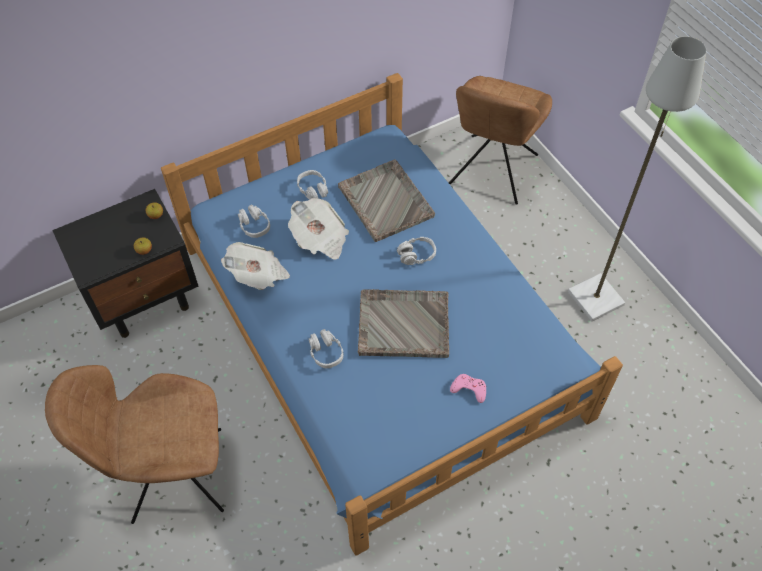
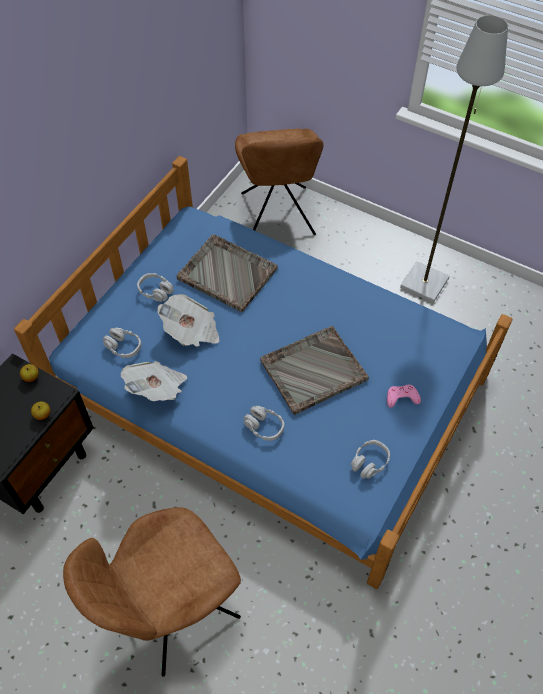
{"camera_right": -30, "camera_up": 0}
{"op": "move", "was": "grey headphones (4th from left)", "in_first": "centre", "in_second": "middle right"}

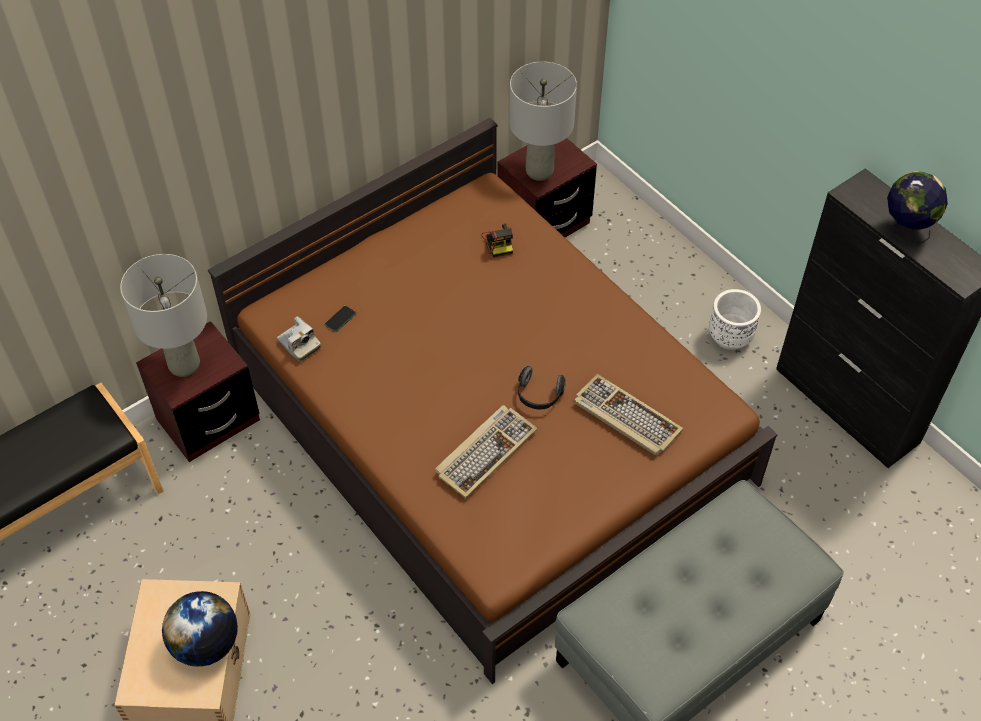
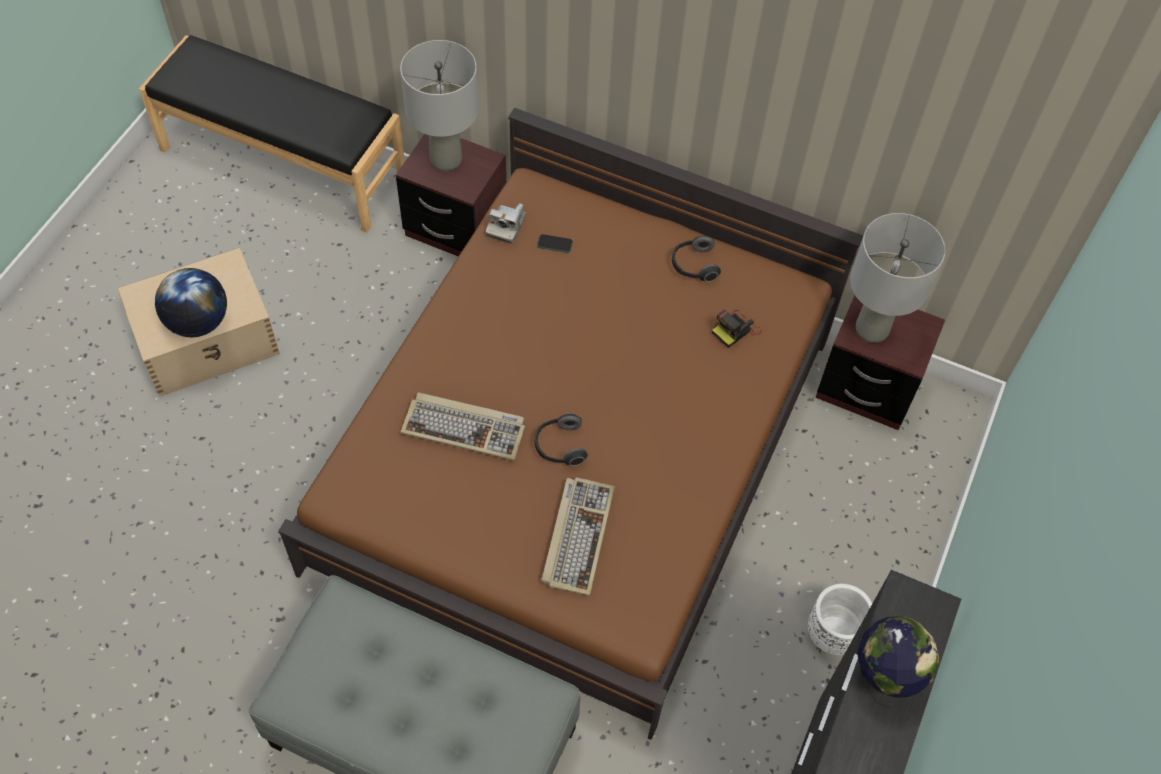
{"camera_right": 60, "camera_up": 5}
{"op": "insert", "now": "headphones (2nd from left)", "in_second": "centre"}

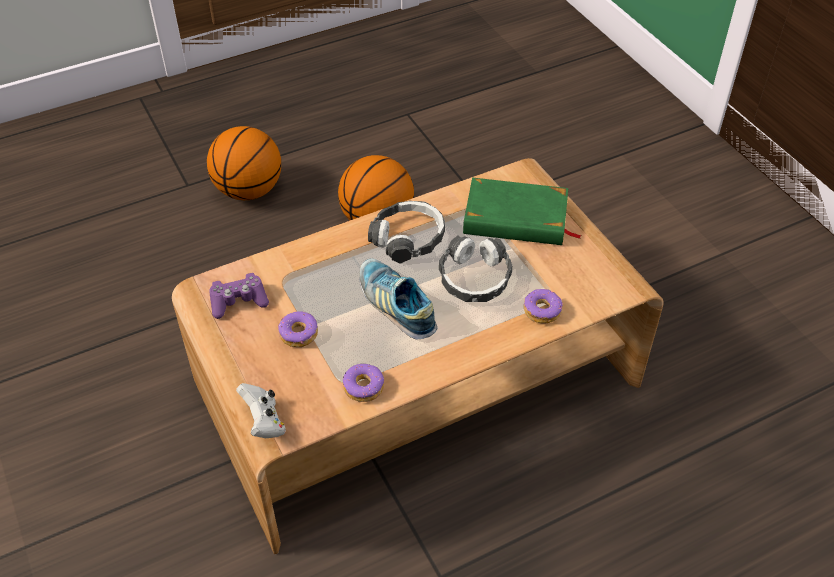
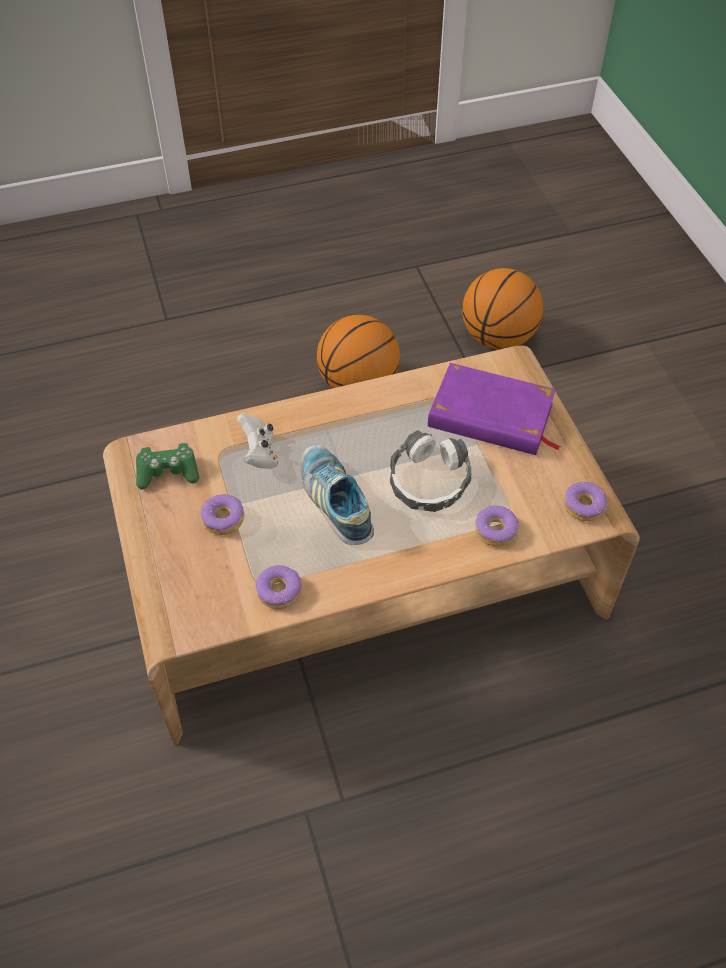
{"camera_right": 10, "camera_up": 5}
{"op": "move", "was": "basketball (1st from left in the first image)", "now": "basketball (2nd from left)", "in_first": "top left", "in_second": "top right"}
{"op": "recolor", "was": "green-coloured book", "now": "purple-coloured book", "in_first": "centre", "in_second": "middle right"}
{"op": "delete", "was": "headphones (1st from left)", "in_first": "centre"}
{"op": "recolor", "was": "purple-coloured gamepad", "now": "green-coloured gamepad", "in_first": "middle left", "in_second": "middle left"}
{"op": "move", "was": "white-coloured gamepad", "in_first": "bottom left", "in_second": "centre"}
{"op": "insert", "now": "ring doughnut (4th from left)", "in_second": "middle right"}

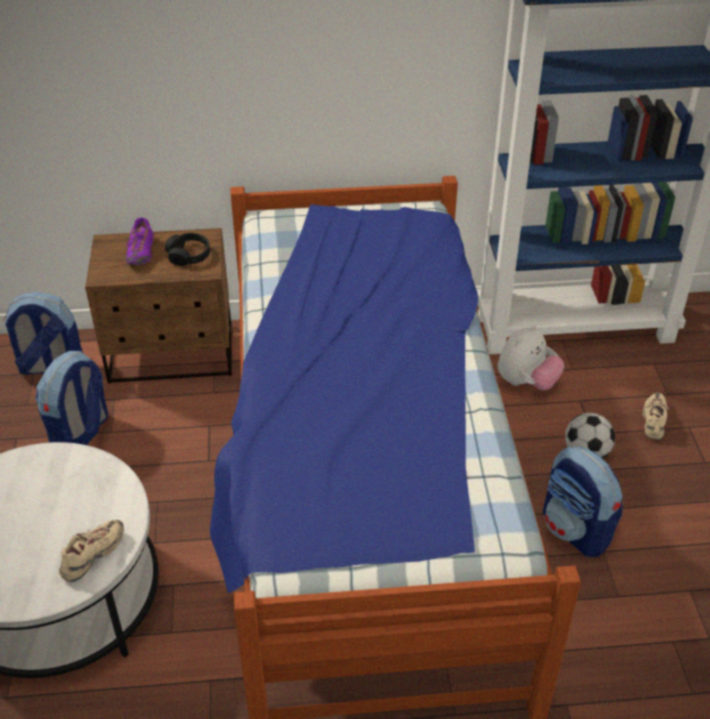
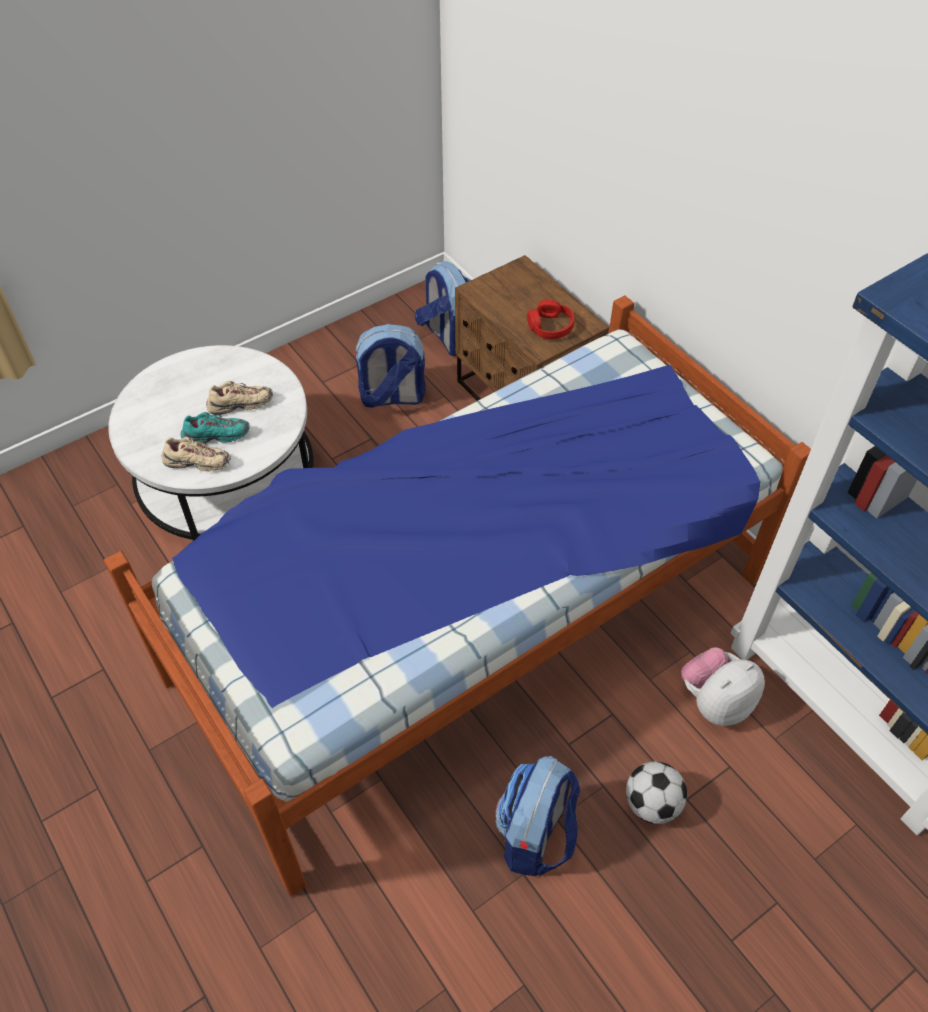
{"camera_right": 60, "camera_up": 10}
{"op": "delete", "was": "purple-coloured low shoe", "in_first": "middle left"}
{"op": "recolor", "was": "black headphones", "now": "reddish headphones", "in_first": "middle left", "in_second": "top centre"}
{"op": "rotate", "was": "soft toy", "in_first": "middle right", "in_second": "bottom right", "clockwise": 135}
{"op": "move", "was": "beige low shoe (2nd from left)", "in_first": "middle right", "in_second": "middle left"}
{"op": "insert", "now": "blue-green low shoe", "in_second": "middle left"}

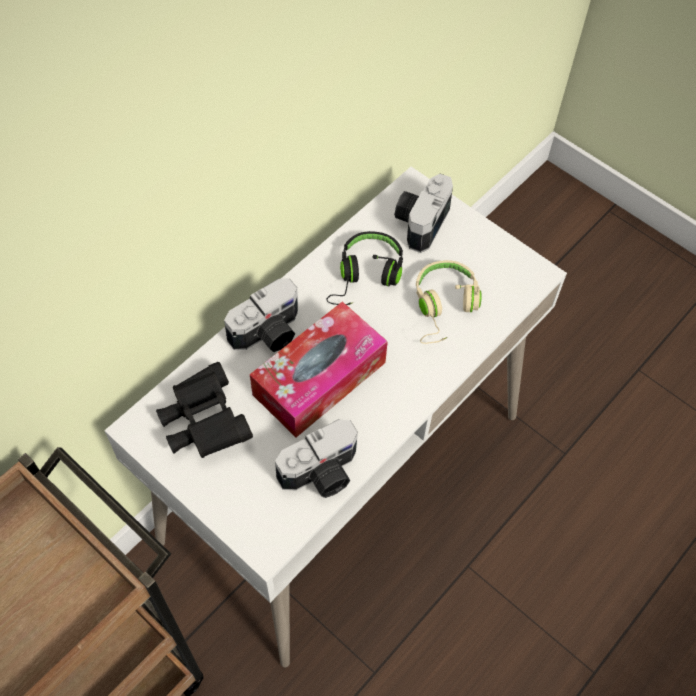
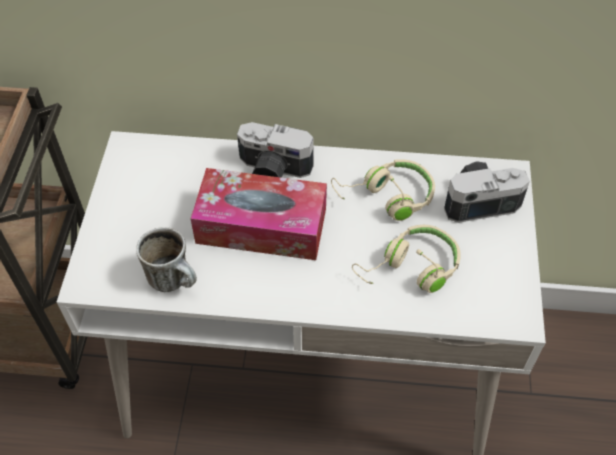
{"camera_right": 55, "camera_up": -5}
{"op": "recolor", "was": "black headphones", "now": "beige headphones (1st from left)", "in_first": "centre", "in_second": "centre"}
{"op": "delete", "was": "black binoculars", "in_first": "middle left"}
{"op": "replace", "was": "photo camera (2nd from left)", "now": "coffee mug", "in_first": "centre", "in_second": "middle left"}

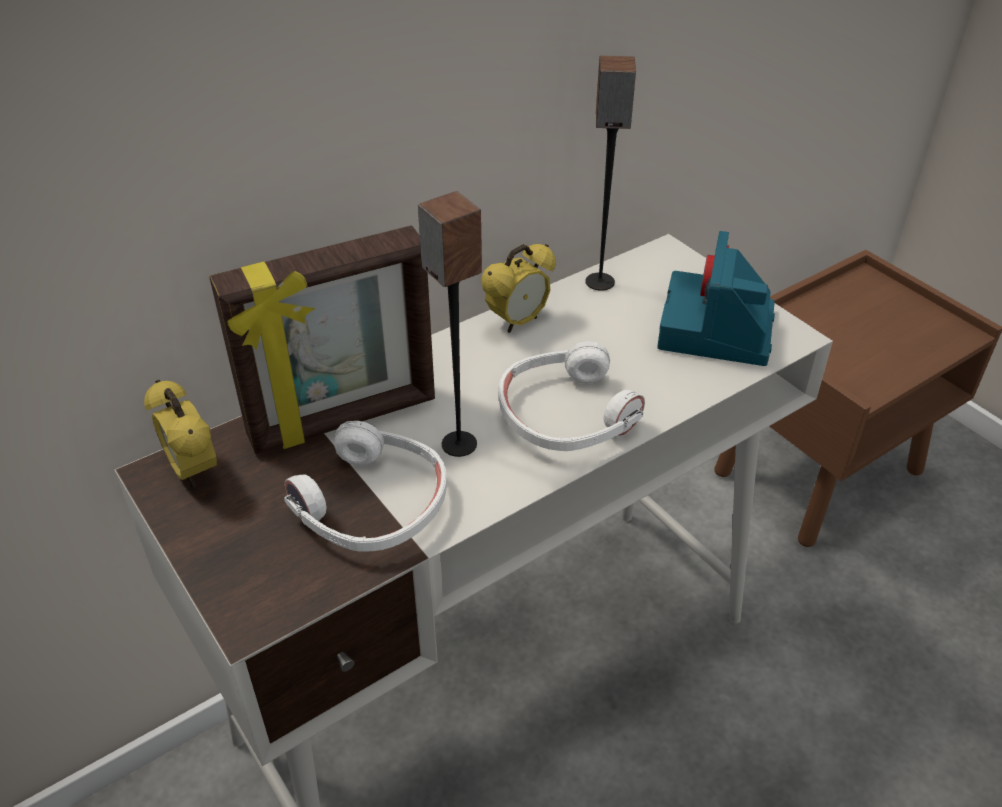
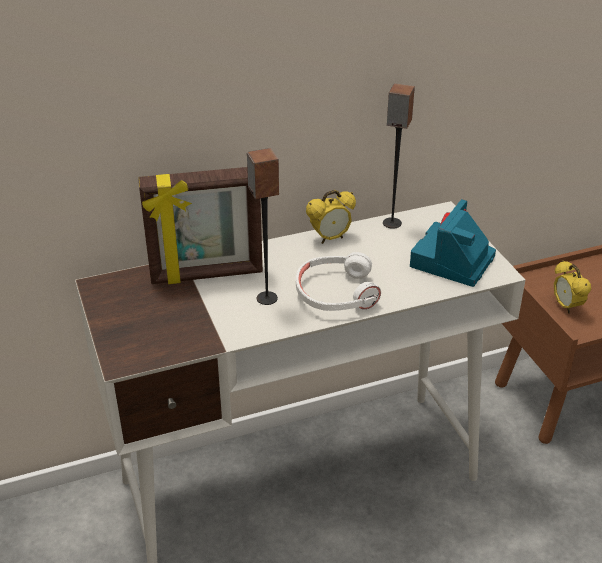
{"camera_right": 15, "camera_up": -5}
{"op": "move", "was": "table clock (1st from left in the first image)", "now": "table clock (2nd from left)", "in_first": "middle left", "in_second": "middle right"}
{"op": "delete", "was": "white-coloured headphones (1st from left)", "in_first": "centre"}

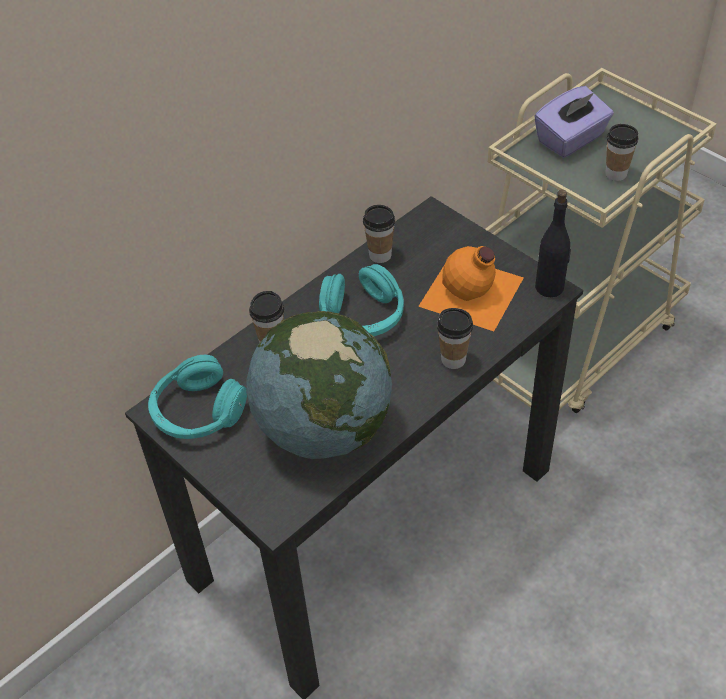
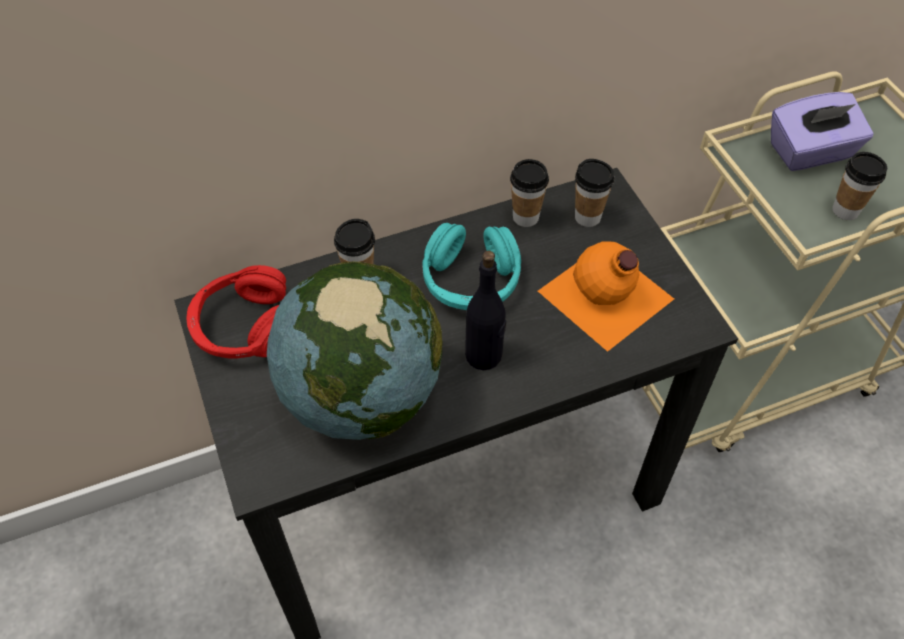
{"camera_right": 20, "camera_up": 5}
{"op": "move", "was": "black beverage bottle", "in_first": "middle right", "in_second": "centre"}
{"op": "move", "was": "cup (3rd from left)", "in_first": "centre", "in_second": "top centre"}
{"op": "recolor", "was": "blue-green headphones (1st from left)", "now": "reddish headphones", "in_first": "middle left", "in_second": "middle left"}

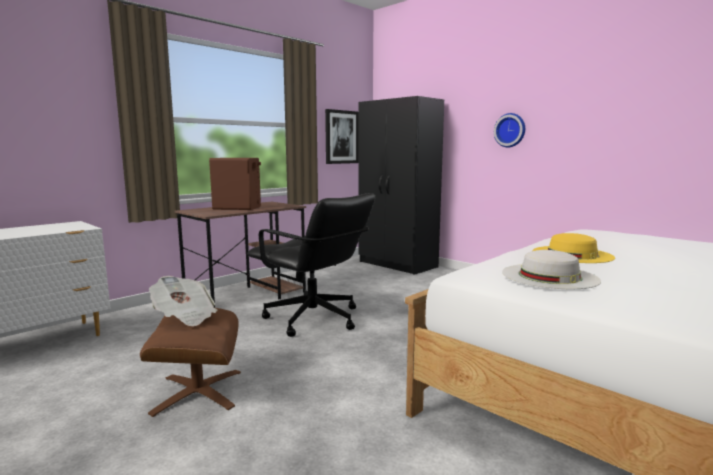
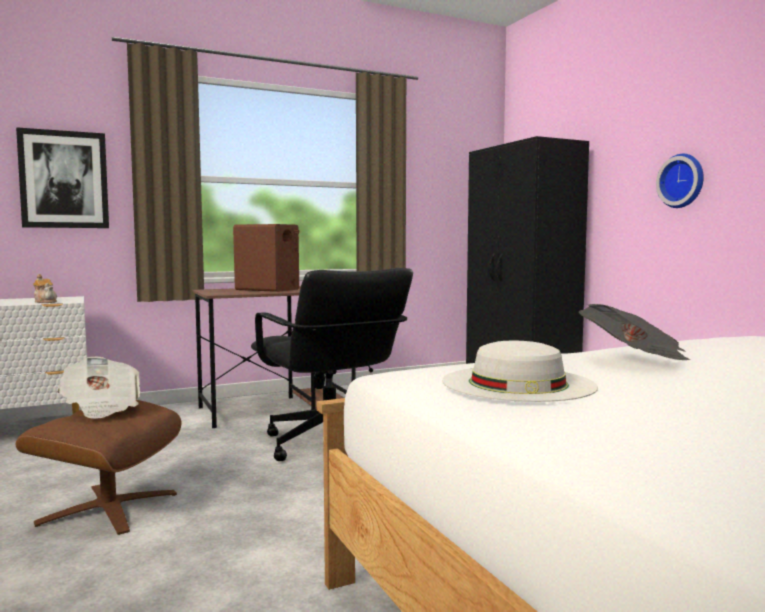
{"camera_right": 20, "camera_up": -5}
{"op": "move", "was": "wall art", "in_first": "top centre", "in_second": "top left"}
{"op": "replace", "was": "yellow-coloured hat", "now": "printed paper (2nd from left)", "in_first": "middle right", "in_second": "middle right"}
{"op": "insert", "now": "pot for tea", "in_second": "middle left"}

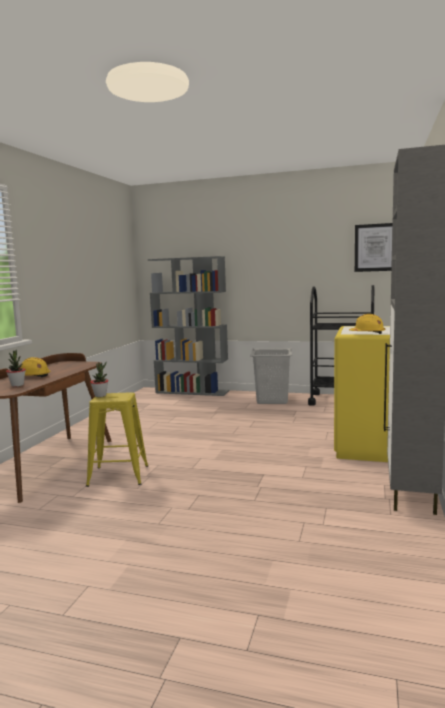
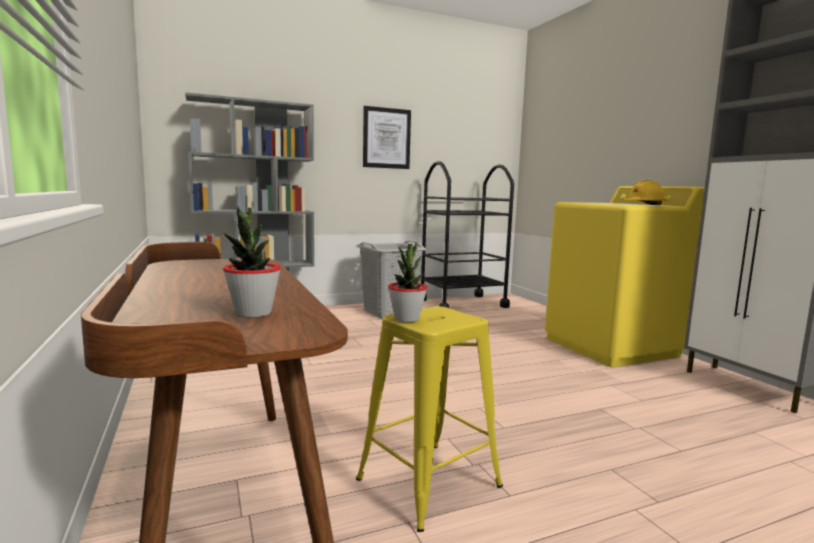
{"camera_right": -40, "camera_up": 0}
{"op": "move", "was": "wall art", "in_first": "middle right", "in_second": "top centre"}
{"op": "delete", "was": "yellow-coloured work helmet (1st from left)", "in_first": "middle left"}

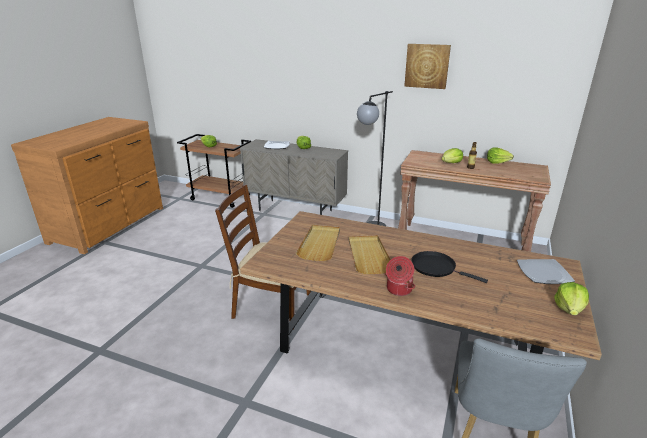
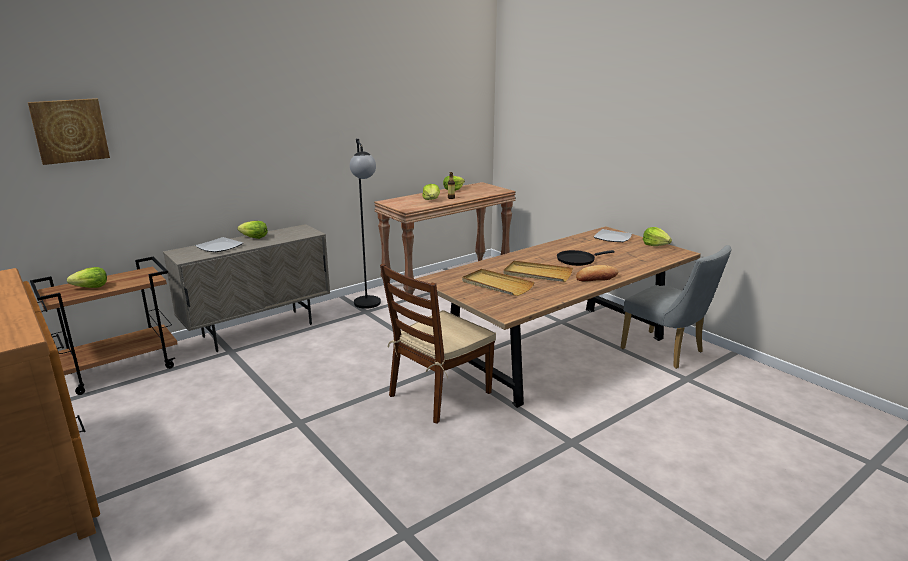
{"camera_right": -60, "camera_up": -5}
{"op": "move", "was": "wall art", "in_first": "top centre", "in_second": "top left"}
{"op": "replace", "was": "saucepot", "now": "bread", "in_first": "centre", "in_second": "centre"}

